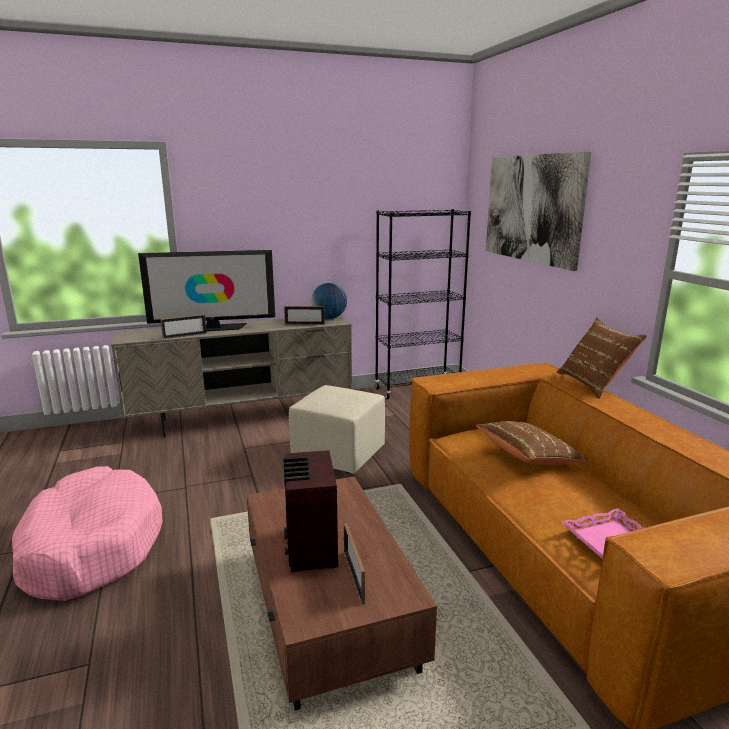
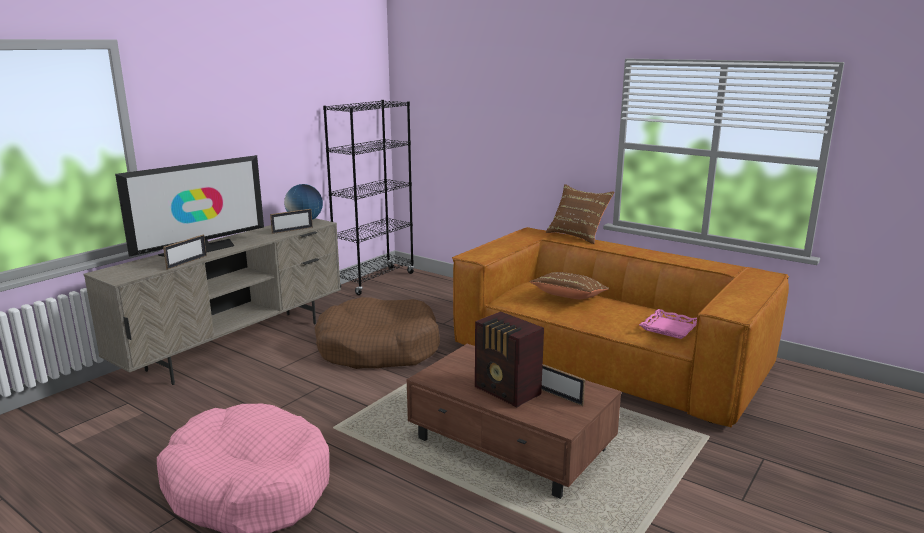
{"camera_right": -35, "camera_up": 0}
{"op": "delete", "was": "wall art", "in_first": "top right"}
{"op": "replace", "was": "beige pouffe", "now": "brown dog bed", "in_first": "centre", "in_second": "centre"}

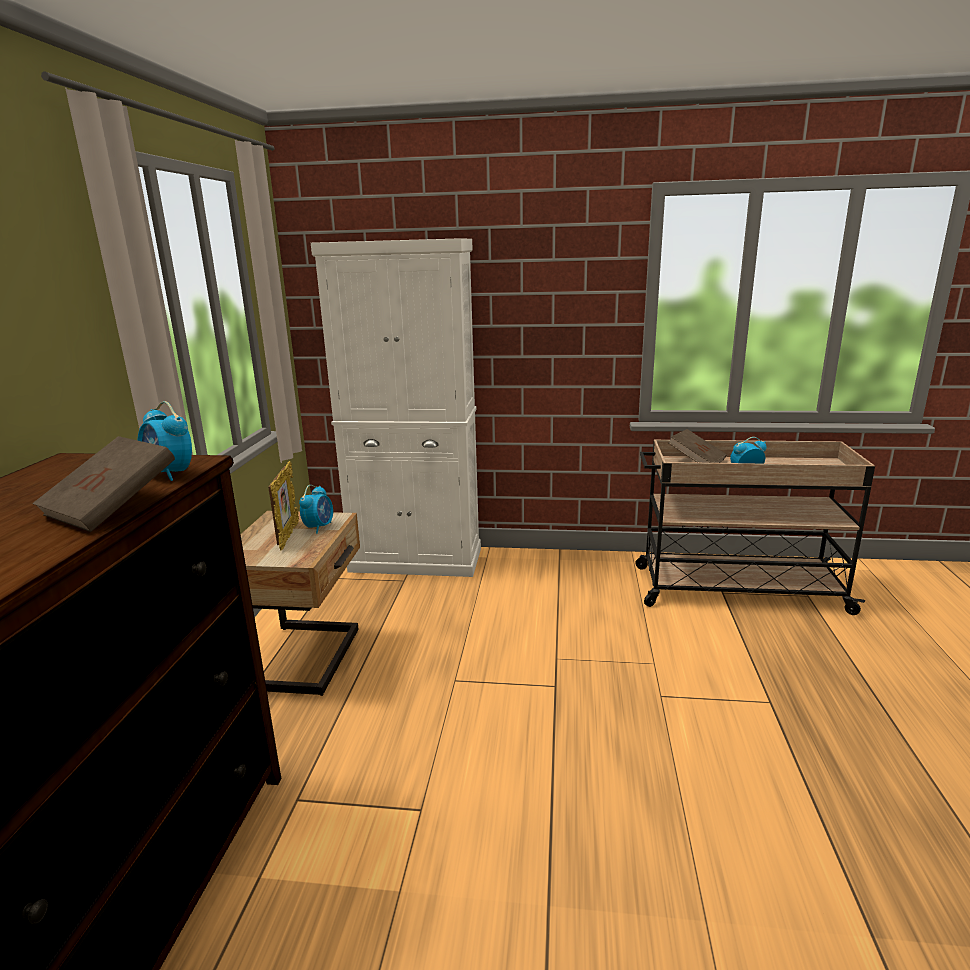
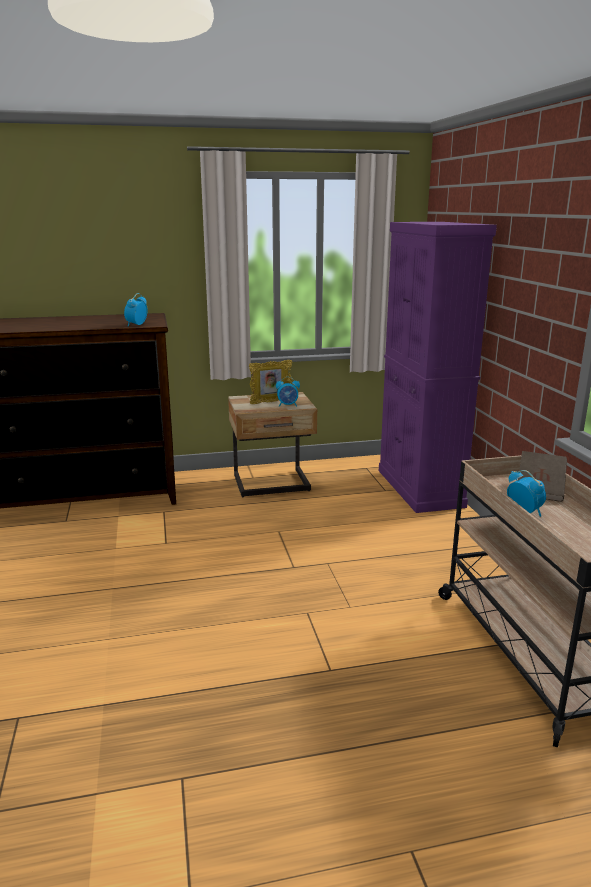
{"camera_right": 70, "camera_up": 0}
{"op": "recolor", "was": "white-coloured cupboard", "now": "purple-coloured cupboard", "in_first": "centre", "in_second": "middle right"}
{"op": "delete", "was": "brown book (1st from left)", "in_first": "middle left"}

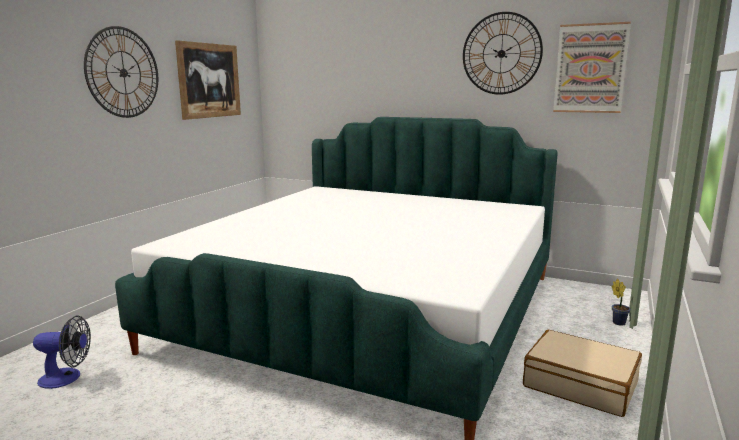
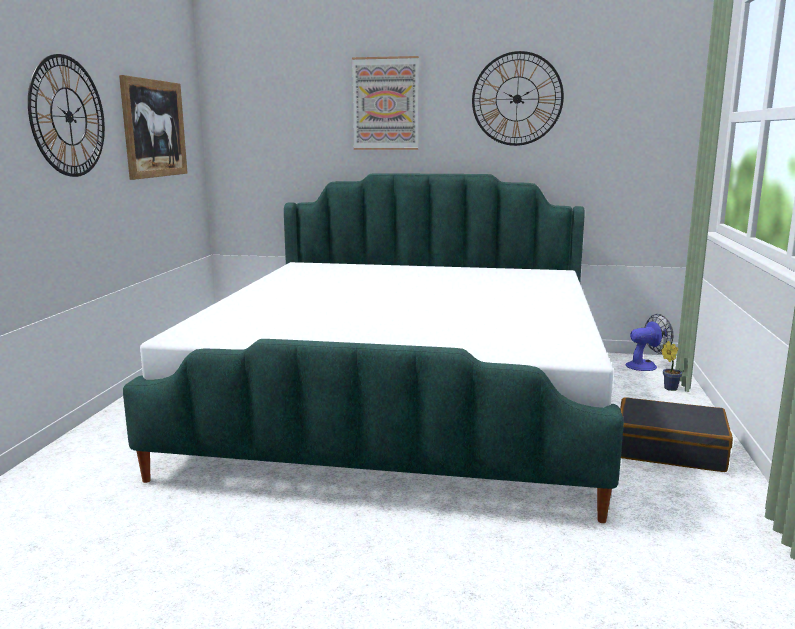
{"camera_right": -15, "camera_up": 0}
{"op": "move", "was": "wall art (2nd from left)", "in_first": "top right", "in_second": "top centre"}
{"op": "move", "was": "cooling fan", "in_first": "bottom left", "in_second": "middle right"}
{"op": "recolor", "was": "beige piece of luggage", "now": "black piece of luggage", "in_first": "bottom right", "in_second": "bottom right"}

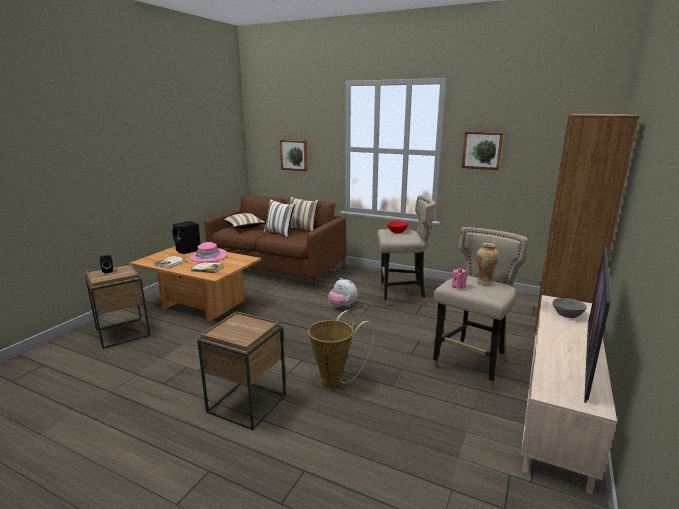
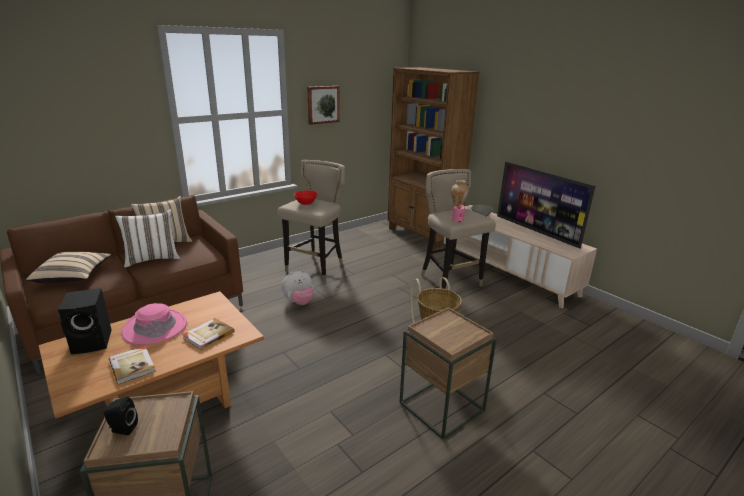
{"camera_right": -65, "camera_up": 5}
{"op": "delete", "was": "wall art (1st from left)", "in_first": "top centre"}

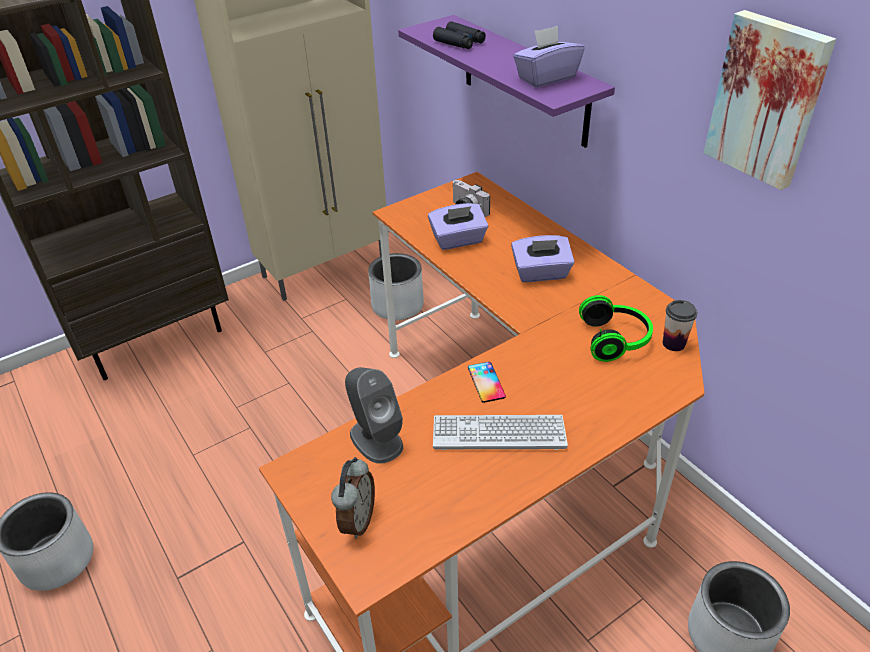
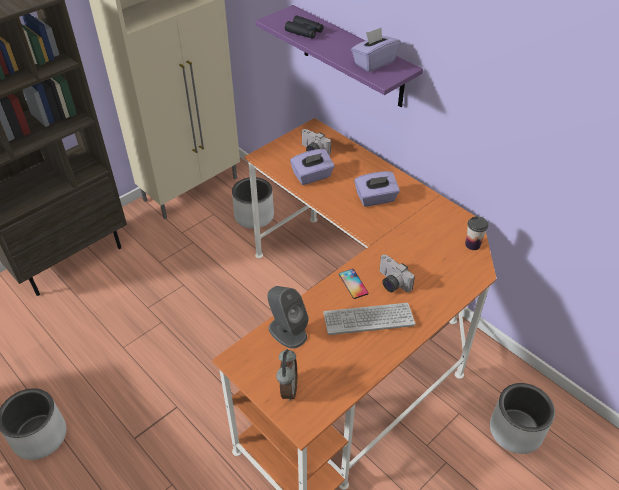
{"camera_right": -10, "camera_up": 5}
{"op": "delete", "was": "wall art", "in_first": "top right"}
{"op": "delete", "was": "headphones", "in_first": "middle right"}
{"op": "insert", "now": "photo camera (2nd from left)", "in_second": "centre"}

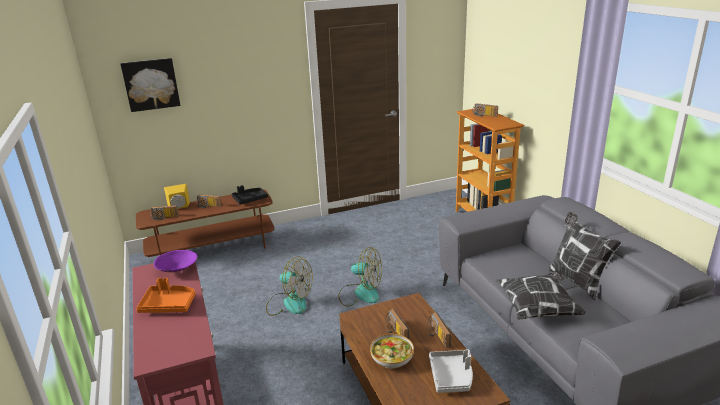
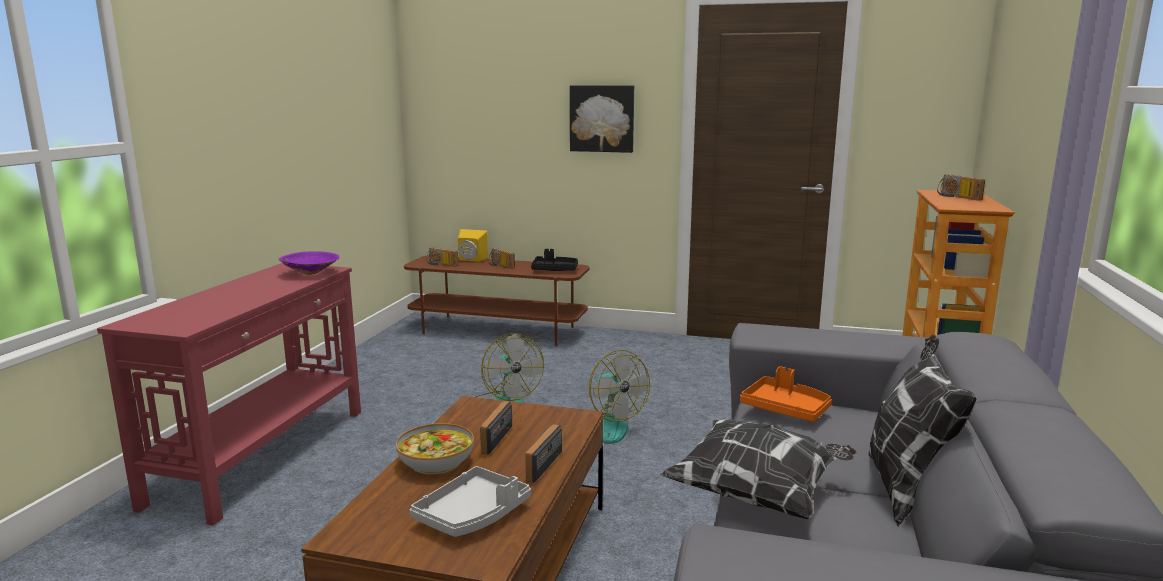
{"camera_right": 35, "camera_up": -10}
{"op": "move", "was": "wall art", "in_first": "top left", "in_second": "top centre"}
{"op": "move", "was": "orange carrying tray", "in_first": "bottom left", "in_second": "bottom right"}

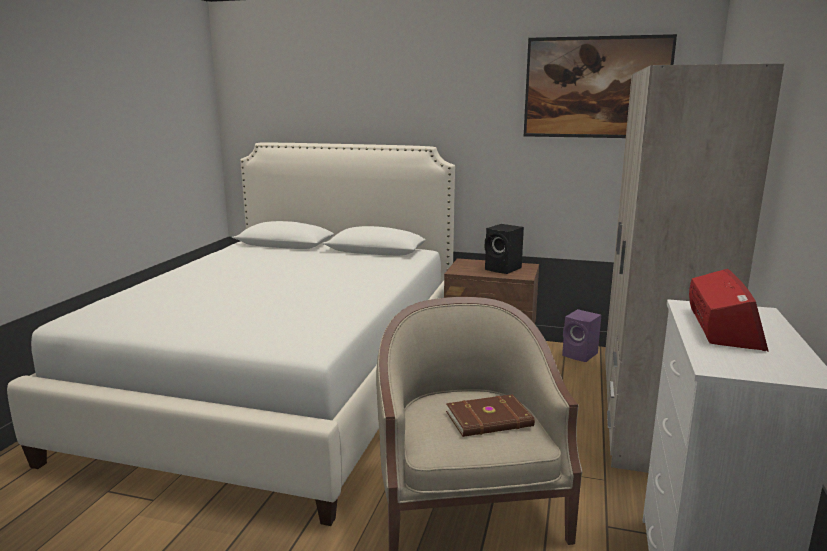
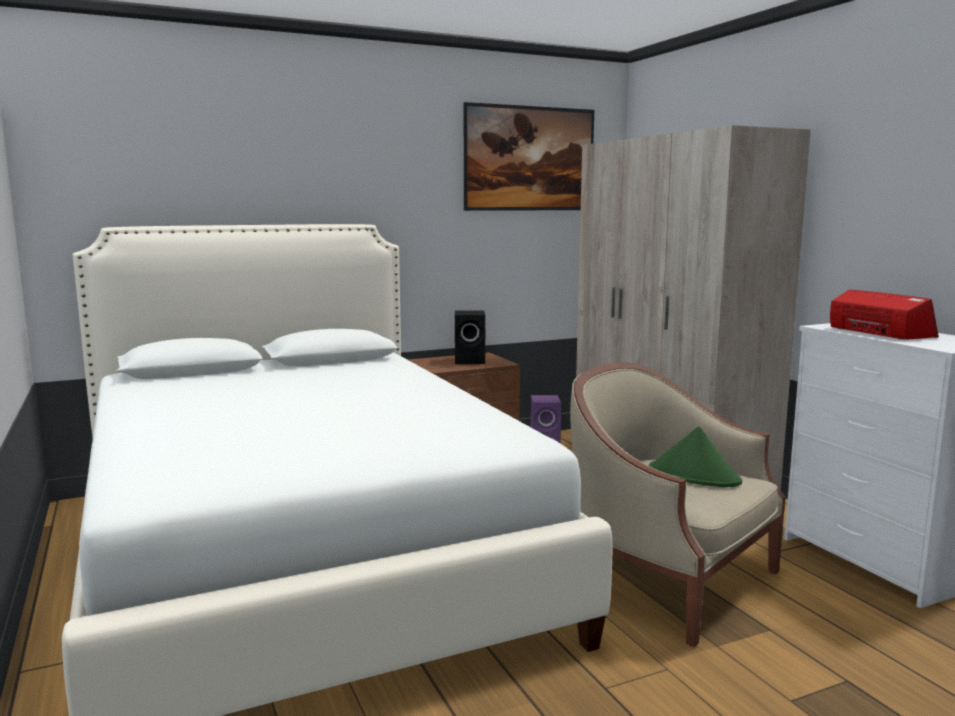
{"camera_right": -40, "camera_up": -5}
{"op": "replace", "was": "brown book", "now": "green-coloured hat", "in_first": "bottom centre", "in_second": "middle right"}

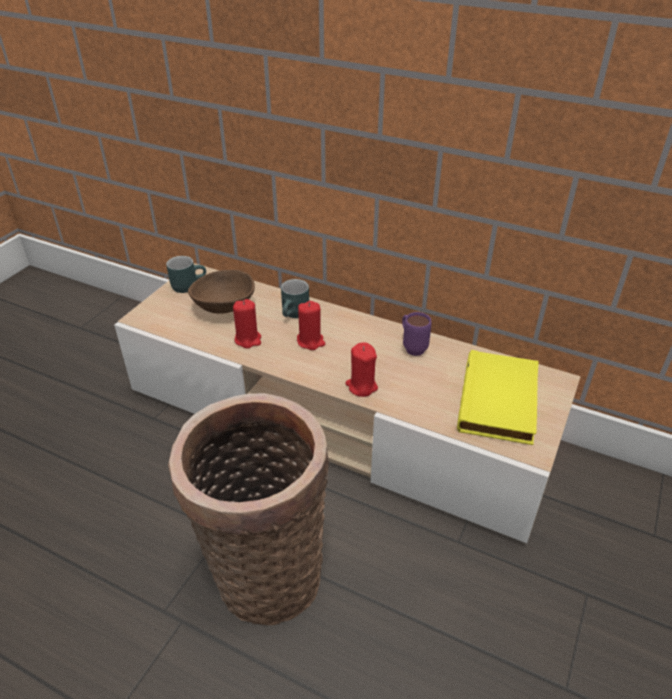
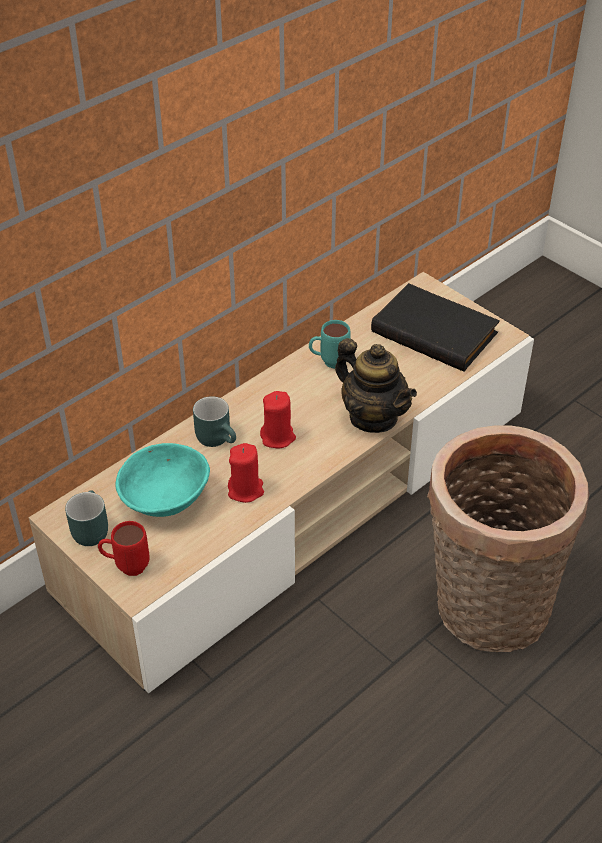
{"camera_right": -70, "camera_up": 5}
{"op": "recolor", "was": "brown serving bowl", "now": "blue-green serving bowl", "in_first": "middle left", "in_second": "middle left"}
{"op": "recolor", "was": "purple-coloured coffee mug", "now": "blue-green coffee mug (3rd from left)", "in_first": "centre", "in_second": "centre"}
{"op": "replace", "was": "reddish candle (3rd from left)", "now": "pot for tea", "in_first": "centre", "in_second": "centre"}
{"op": "recolor", "was": "yellow-coloured book", "now": "black book", "in_first": "middle right", "in_second": "middle right"}
{"op": "insert", "now": "reddish coffee mug", "in_second": "middle left"}

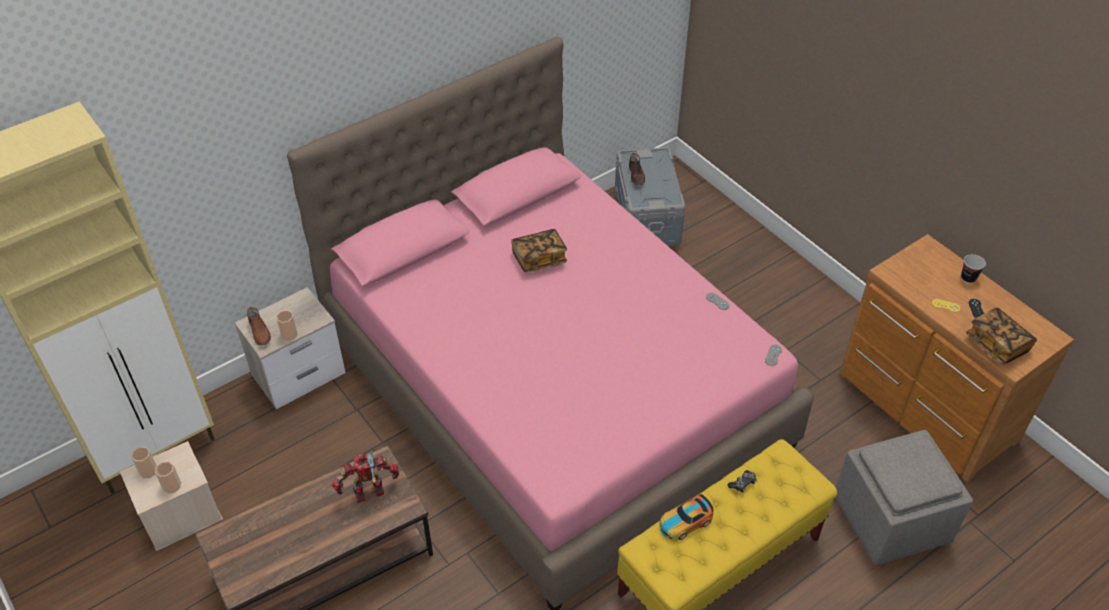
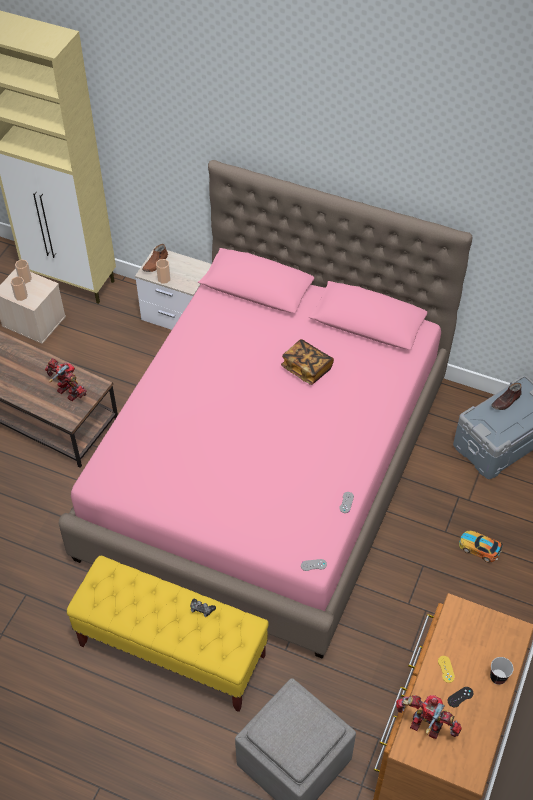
{"camera_right": 60, "camera_up": 5}
{"op": "replace", "was": "book (2nd from left)", "now": "robot figure (2nd from left)", "in_first": "middle right", "in_second": "bottom right"}
{"op": "move", "was": "miniature car", "in_first": "bottom centre", "in_second": "bottom right"}

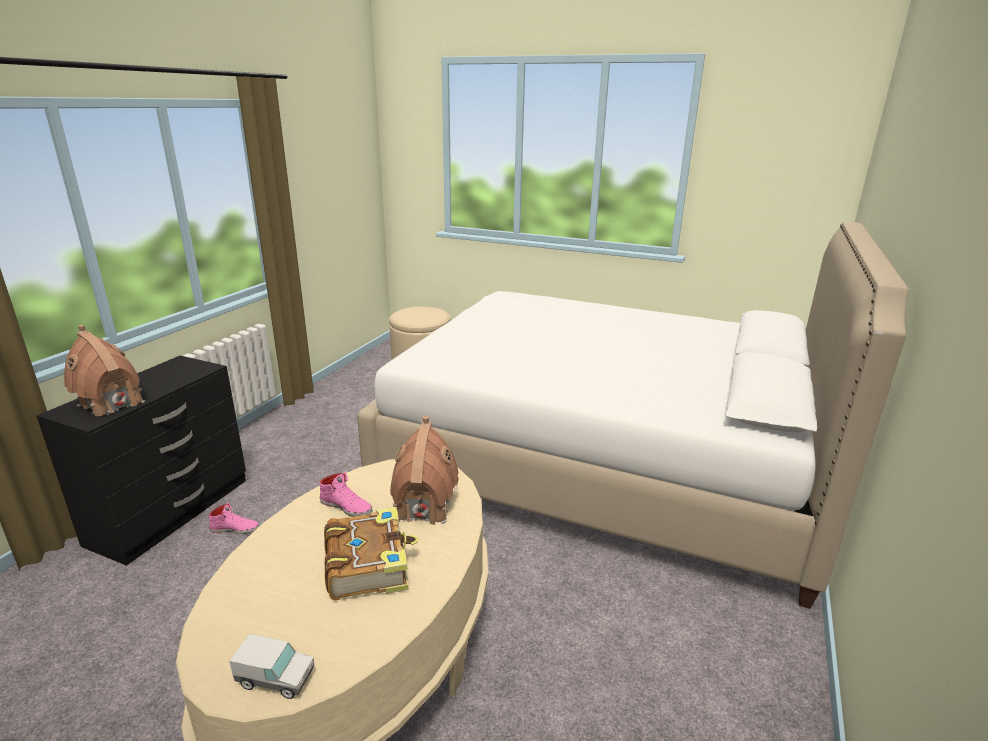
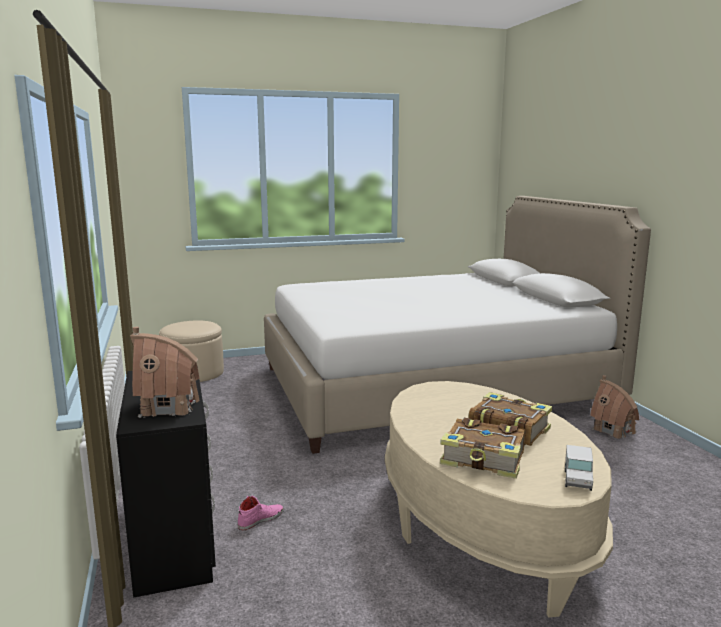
{"camera_right": -40, "camera_up": -10}
{"op": "move", "was": "miniature house (2nd from left)", "in_first": "centre", "in_second": "middle right"}
{"op": "delete", "was": "pink-coloured low shoe (2nd from left)", "in_first": "bottom centre"}
{"op": "rotate", "was": "model truck", "in_first": "bottom left", "in_second": "bottom right", "clockwise": 135}
{"op": "insert", "now": "book (1st from left)", "in_second": "bottom right"}

